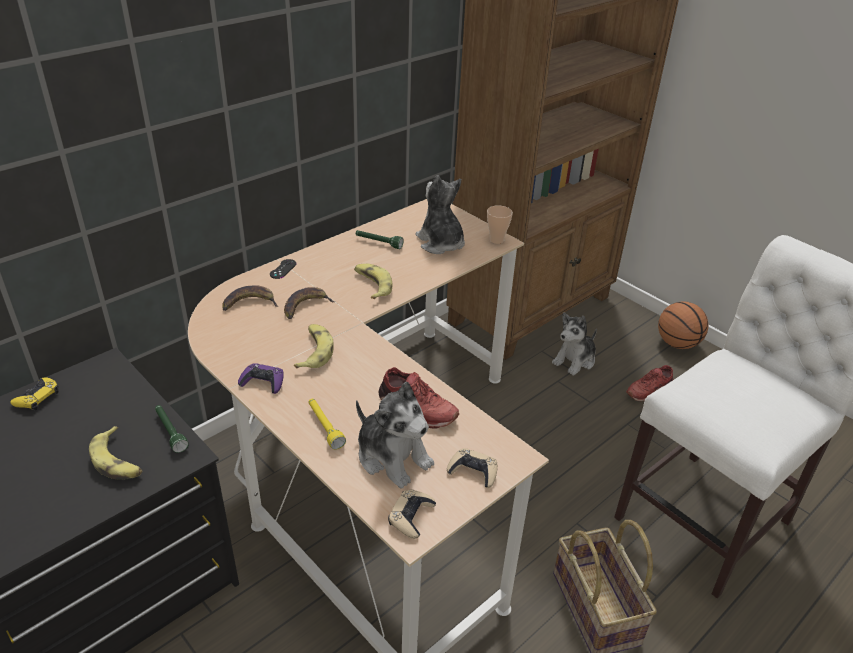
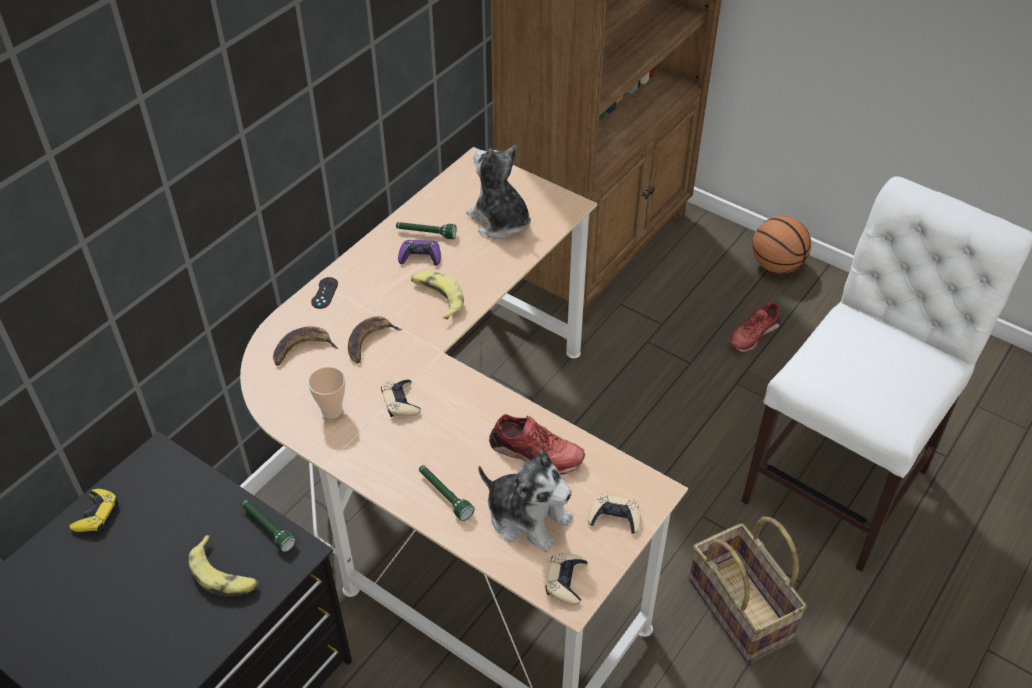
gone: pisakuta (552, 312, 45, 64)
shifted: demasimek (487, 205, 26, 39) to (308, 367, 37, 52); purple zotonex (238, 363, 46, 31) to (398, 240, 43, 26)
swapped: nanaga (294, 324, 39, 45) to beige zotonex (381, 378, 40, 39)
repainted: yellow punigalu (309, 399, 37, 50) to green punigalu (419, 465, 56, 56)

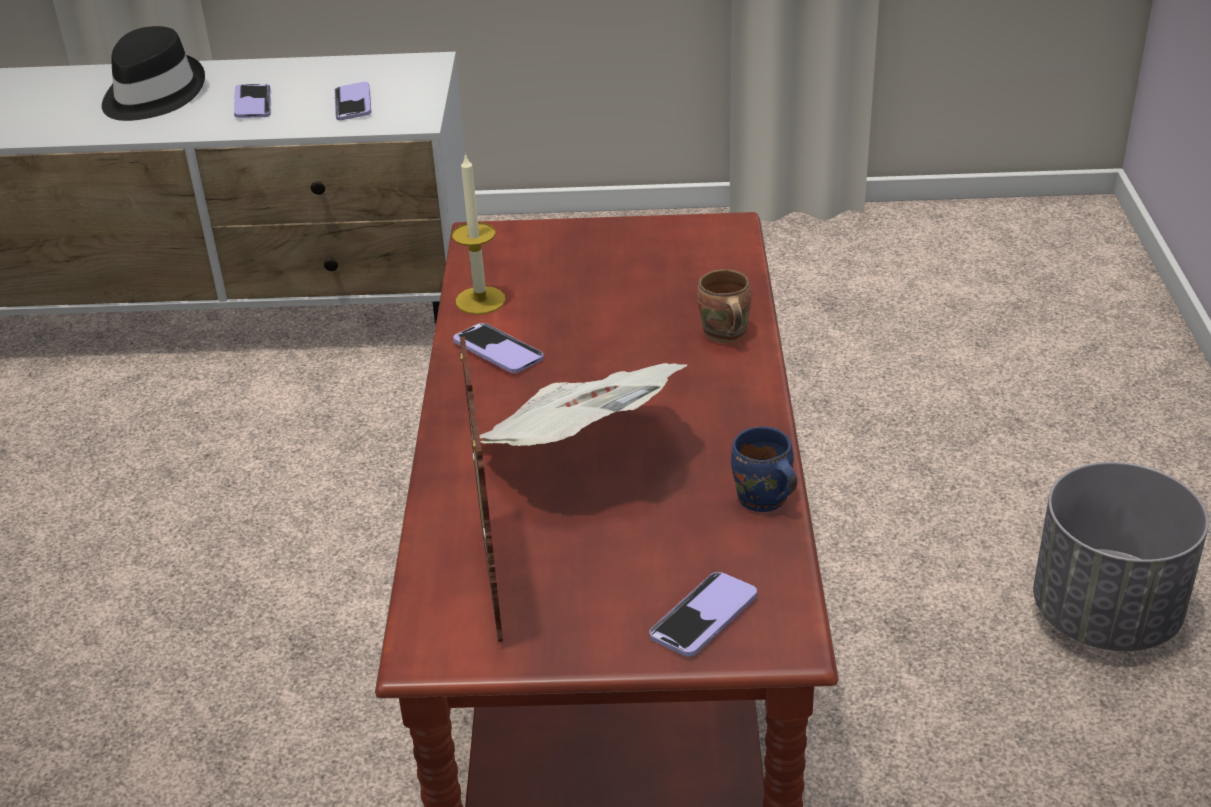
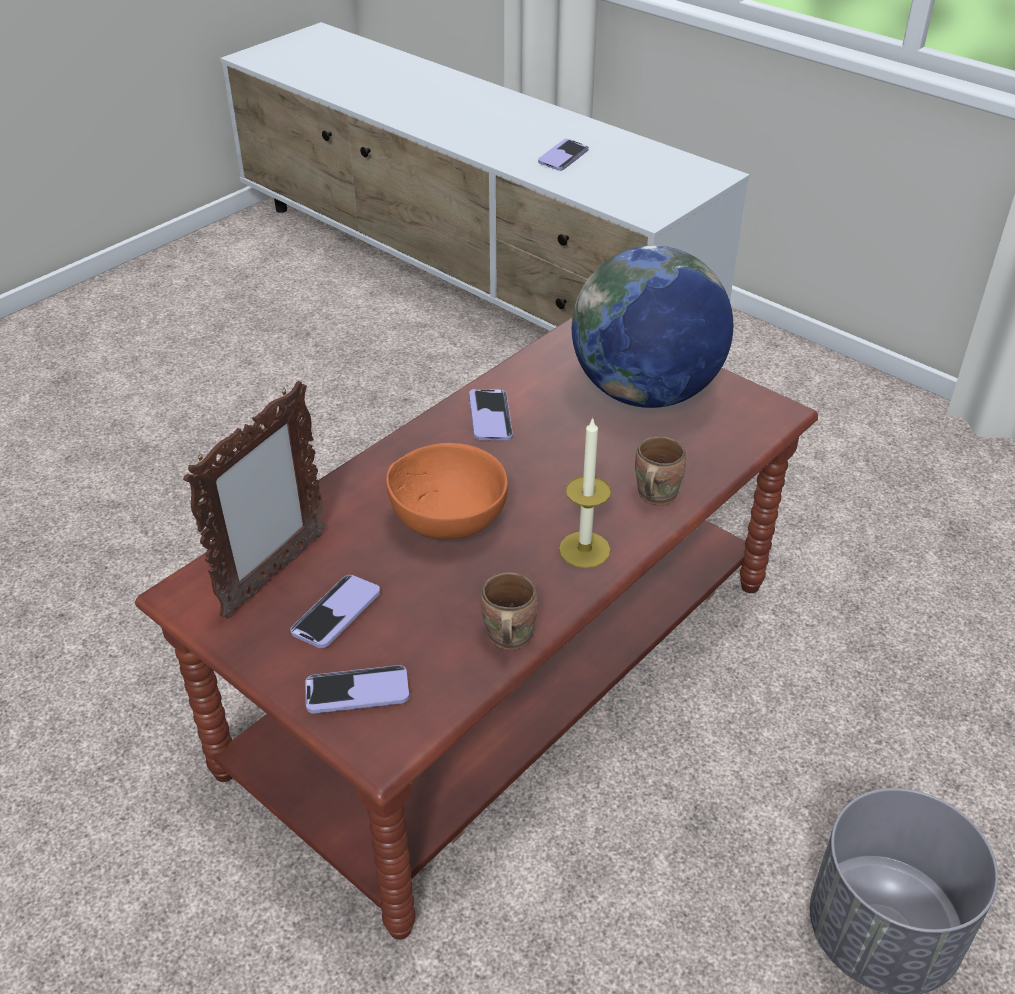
gone: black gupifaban (102, 26, 103, 95)
new: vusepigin (572, 246, 161, 162)
shifted: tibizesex (335, 82, 36, 38) to (290, 575, 90, 73); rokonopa (452, 153, 54, 162) to (559, 418, 52, 150)
swapped: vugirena (480, 363, 207, 83) to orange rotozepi (386, 443, 122, 96)
repainted: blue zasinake (731, 426, 66, 86) to brown zasinake (481, 572, 57, 78)

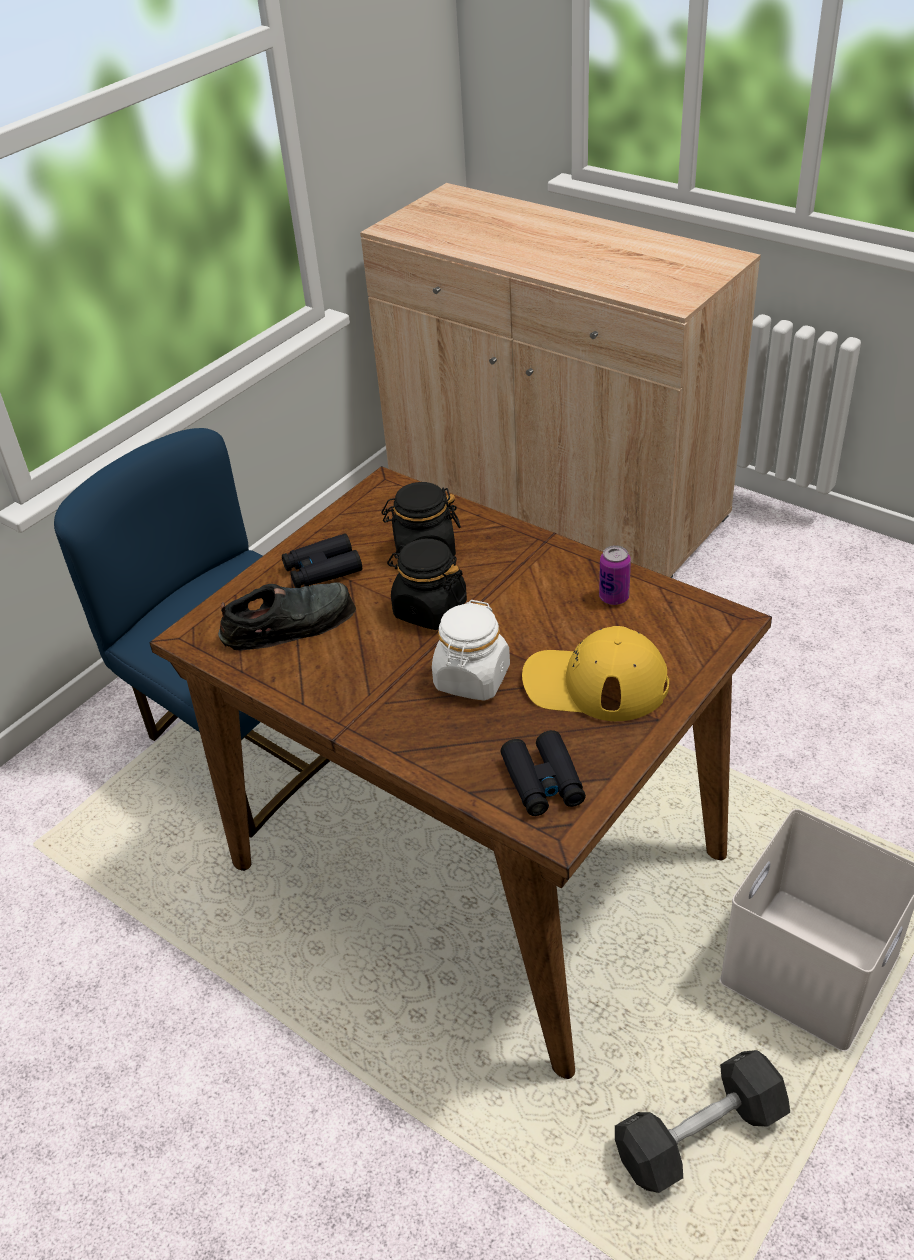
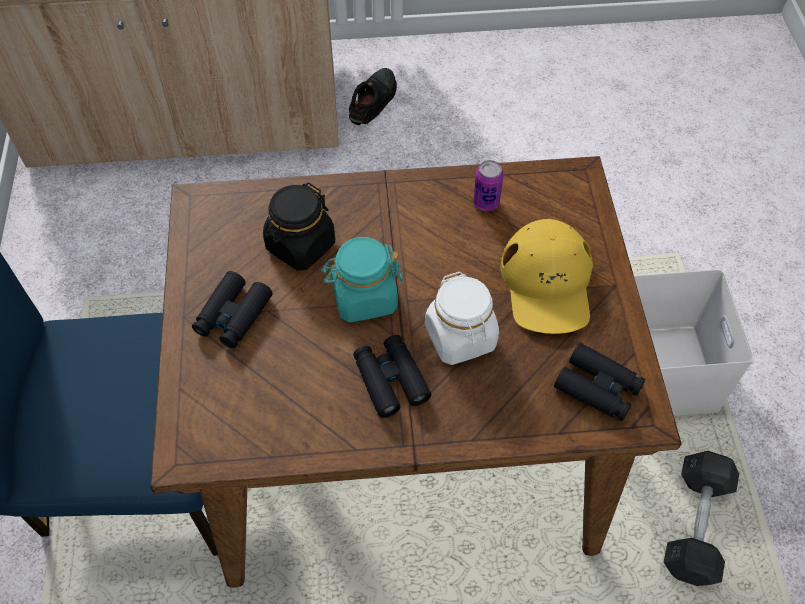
new: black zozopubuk (353, 335, 78, 83)
shifted: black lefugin (218, 582, 138, 69) to (349, 68, 48, 57)
repainted: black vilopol (387, 539, 80, 91) to turquoise vilopol (321, 237, 82, 85)
rotated: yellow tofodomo (522, 626, 147, 95) = (501, 219, 92, 115) 60 degrees counterclockwise

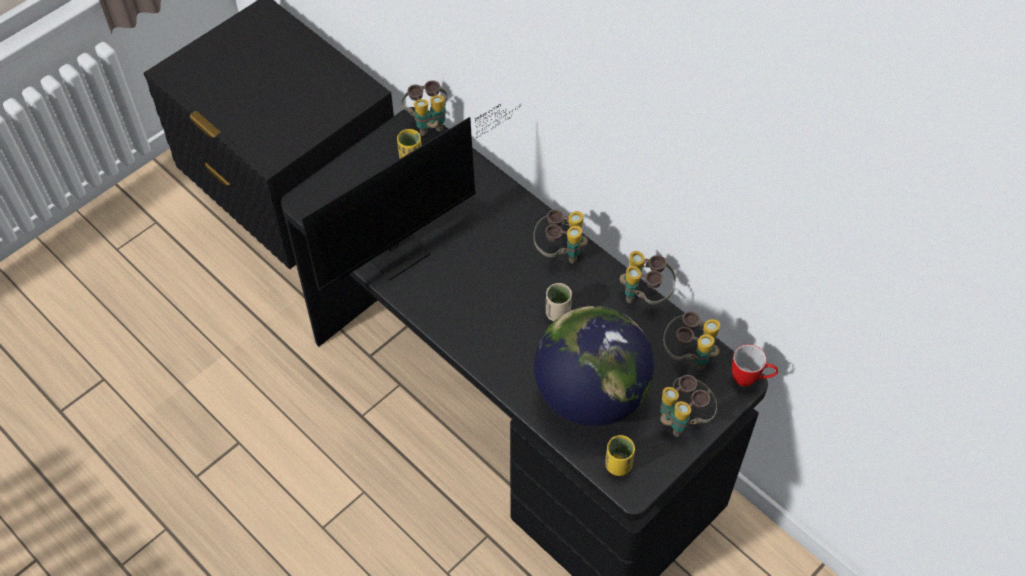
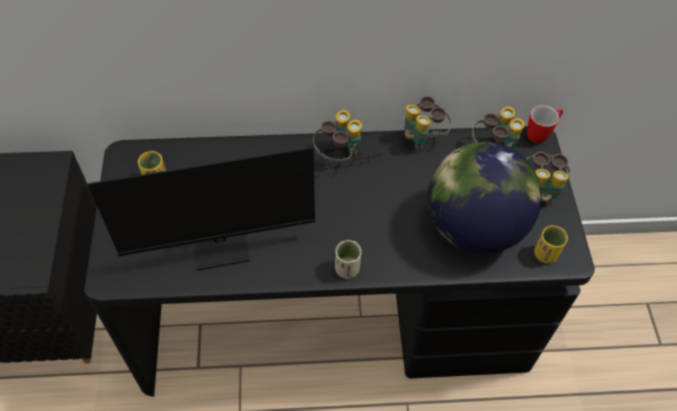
gone: zozopubuk (401, 80, 46, 56)
shifted: beige demasimek (546, 283, 26, 38) to (335, 240, 26, 38)
rotated: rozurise (301, 104, 221, 188) = (88, 146, 289, 124) 75 degrees clockwise

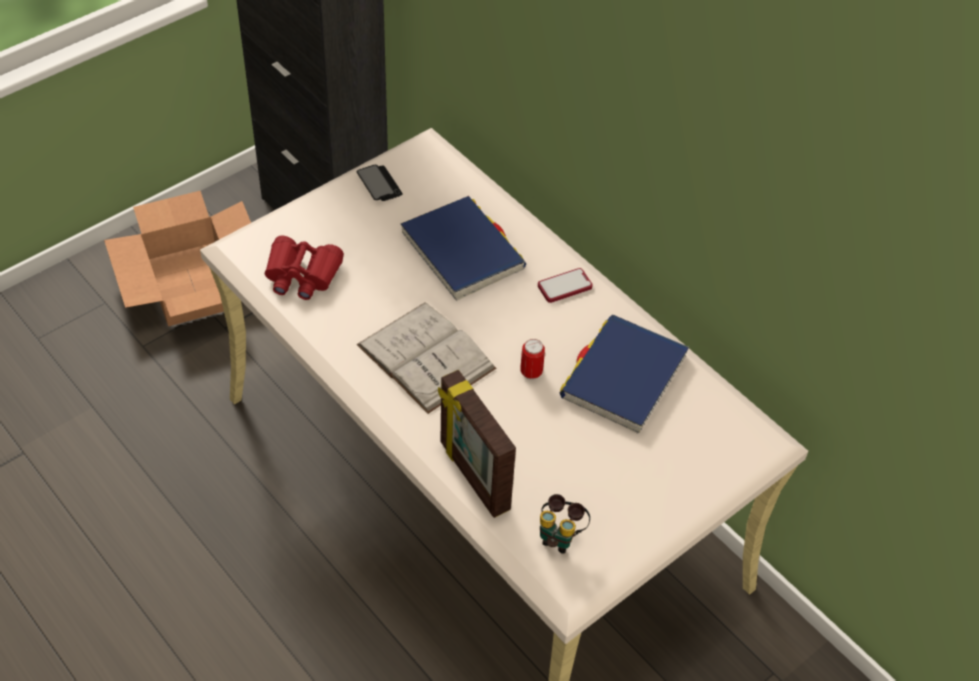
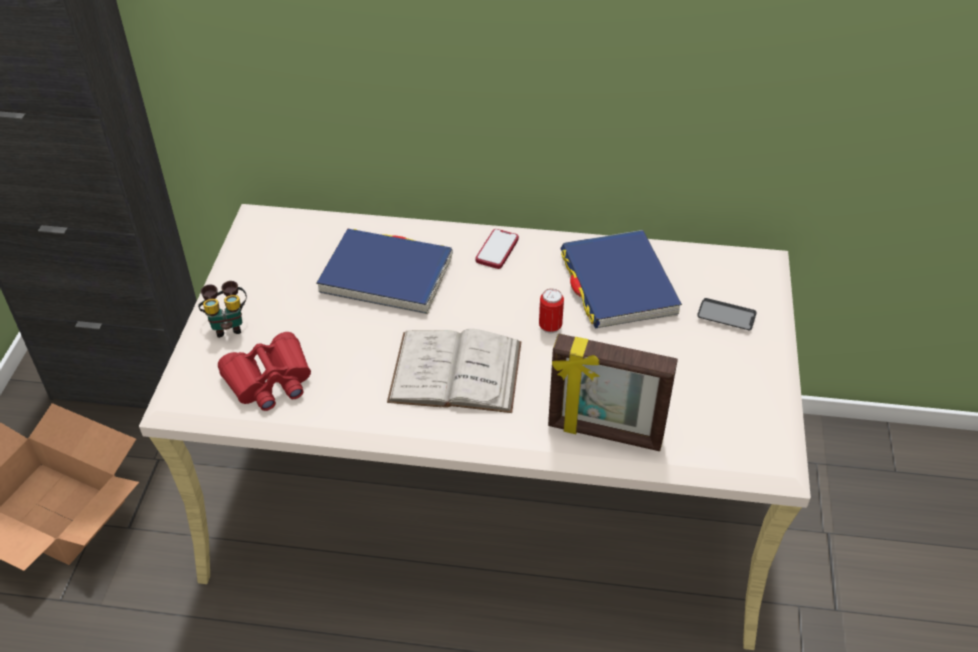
shifted: zozopubuk (540, 494, 50, 60) to (198, 281, 49, 57); tibizesex (356, 165, 47, 36) to (697, 298, 59, 32)

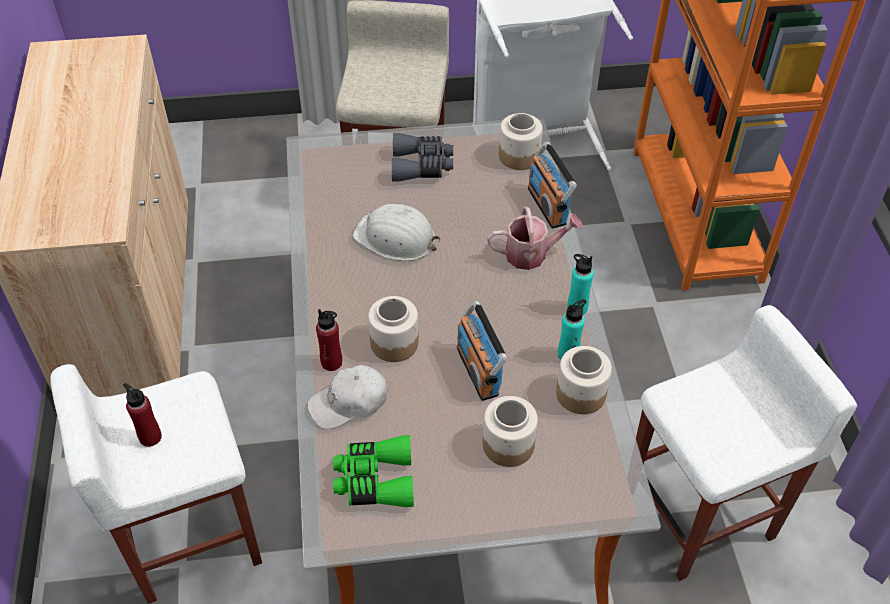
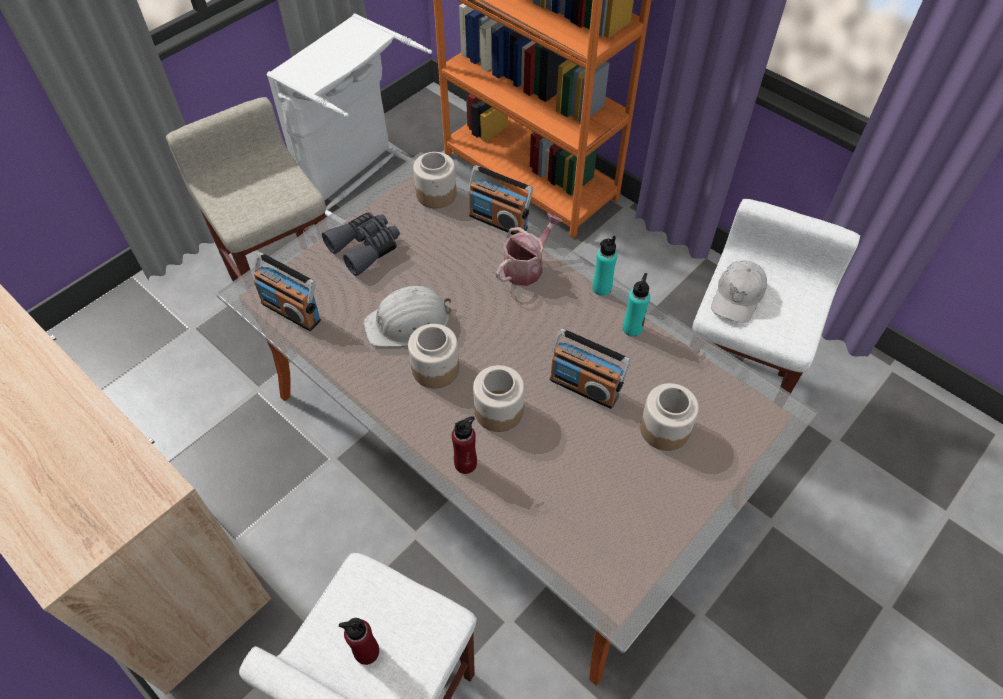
gone: green zozopubuk (333, 435, 81, 72)
new: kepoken (253, 253, 68, 78)
shifted: vilopol (556, 346, 56, 68) to (408, 324, 51, 64); white tofodomo (308, 365, 79, 64) to (711, 260, 56, 64)

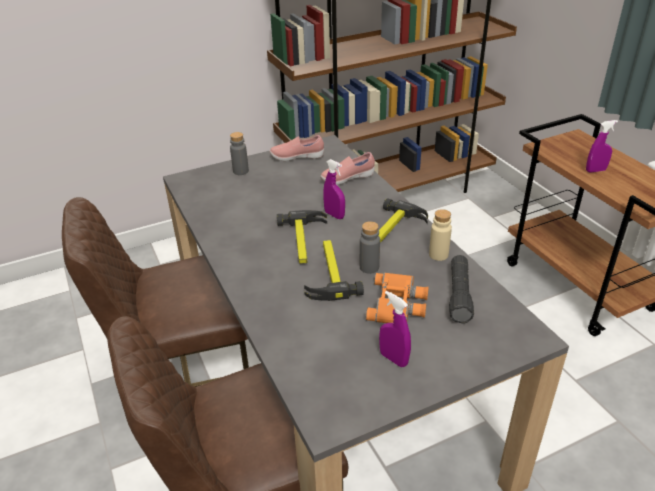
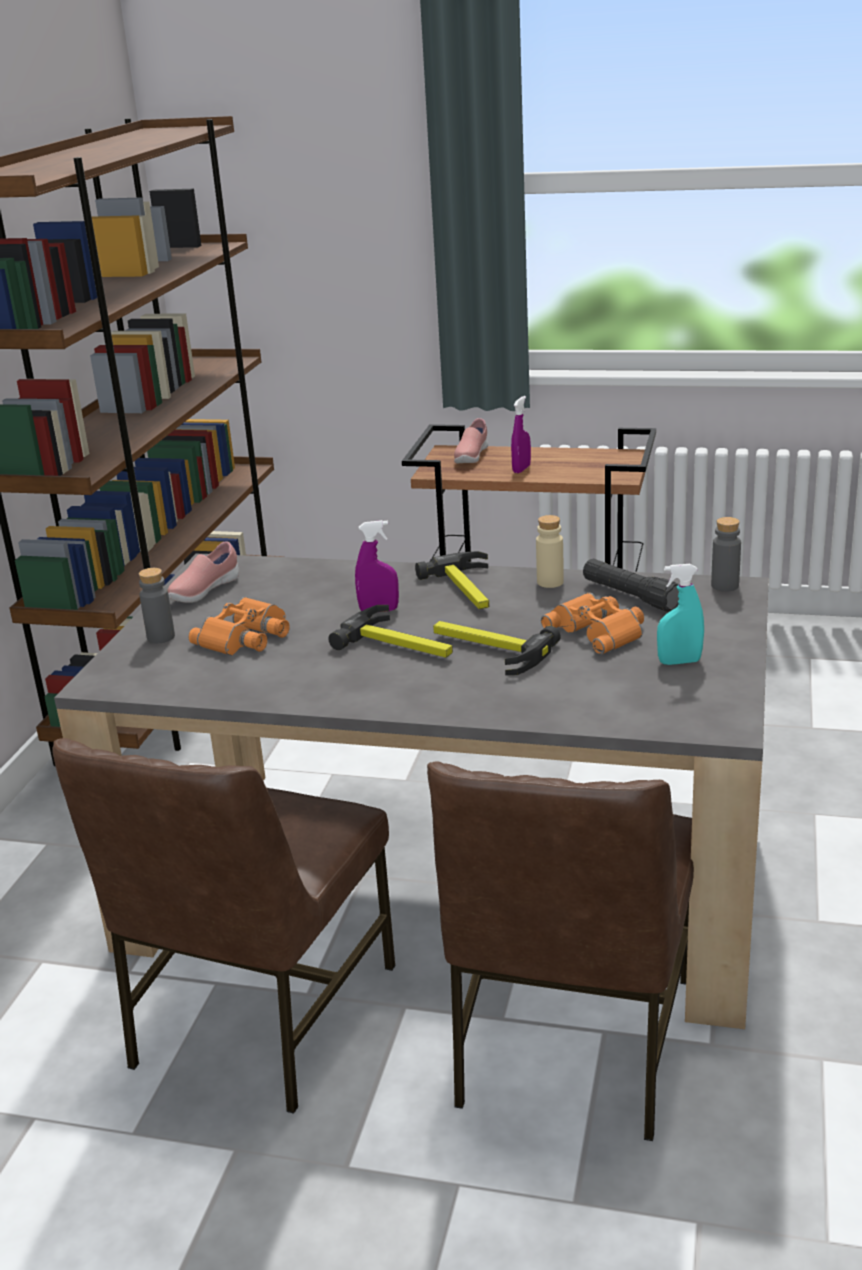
new: orange zozopubuk (188, 597, 102, 59)
shifted: pink lefugin (320, 152, 55, 33) to (454, 418, 34, 45); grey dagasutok (360, 221, 20, 53) to (711, 517, 30, 75)
repainted: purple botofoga (379, 291, 32, 76) to turquoise botofoga (657, 564, 47, 101)

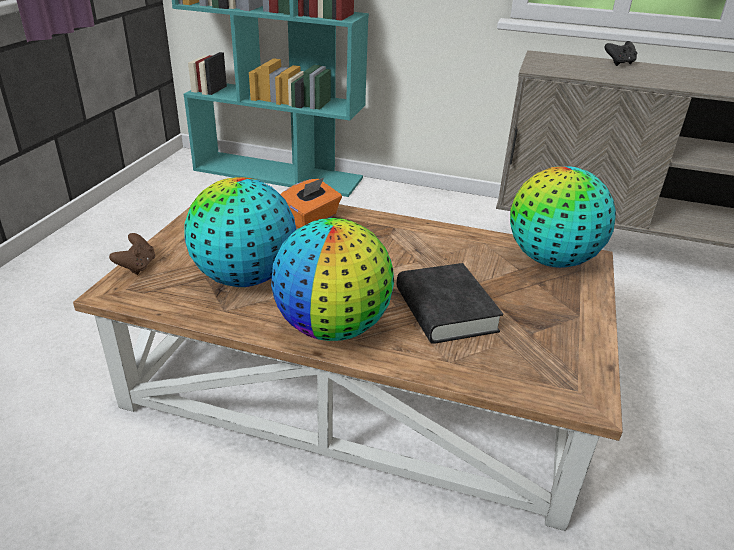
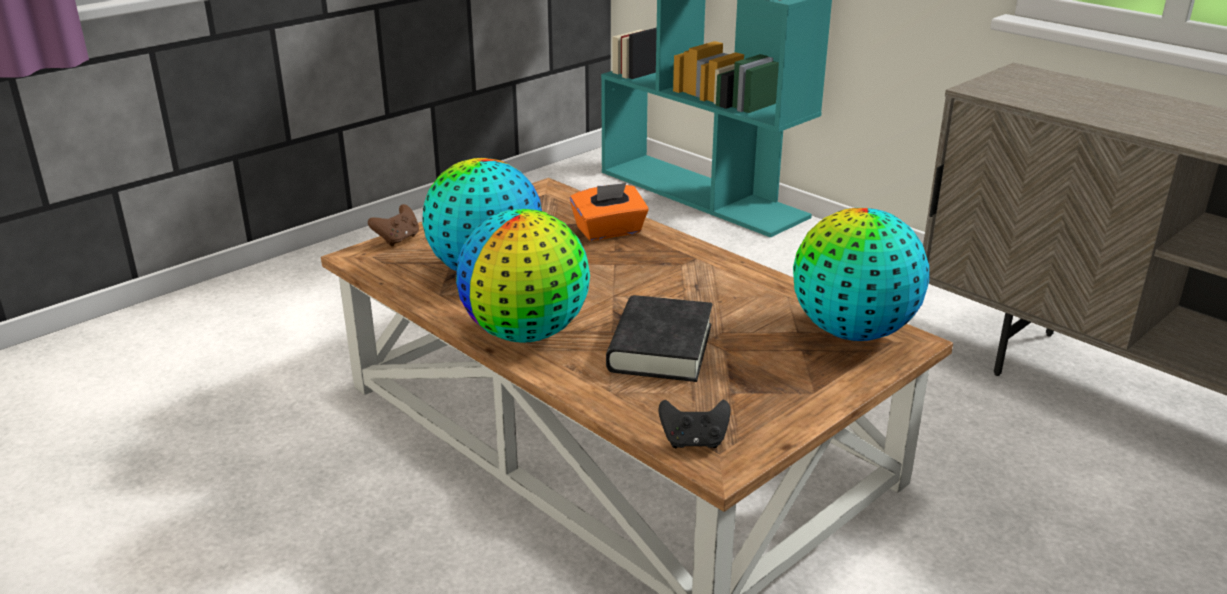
shifted: black zotonex (604, 41, 33, 25) to (659, 400, 72, 48)

